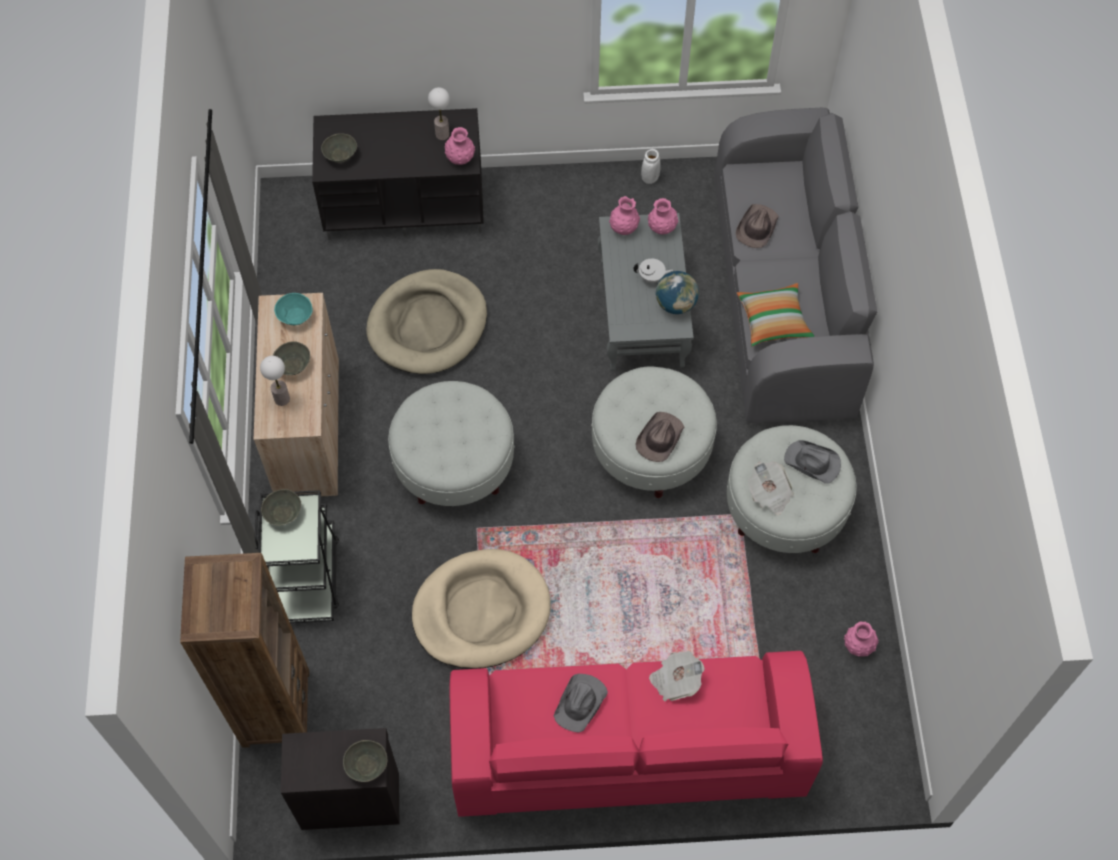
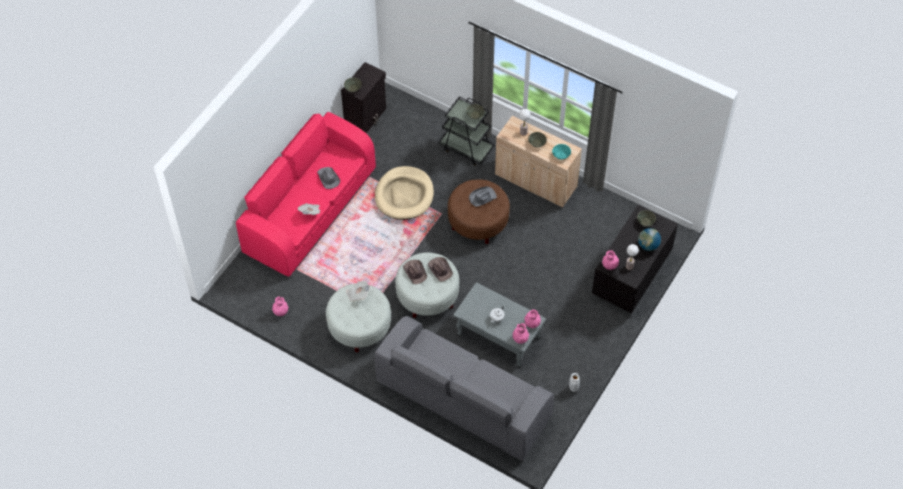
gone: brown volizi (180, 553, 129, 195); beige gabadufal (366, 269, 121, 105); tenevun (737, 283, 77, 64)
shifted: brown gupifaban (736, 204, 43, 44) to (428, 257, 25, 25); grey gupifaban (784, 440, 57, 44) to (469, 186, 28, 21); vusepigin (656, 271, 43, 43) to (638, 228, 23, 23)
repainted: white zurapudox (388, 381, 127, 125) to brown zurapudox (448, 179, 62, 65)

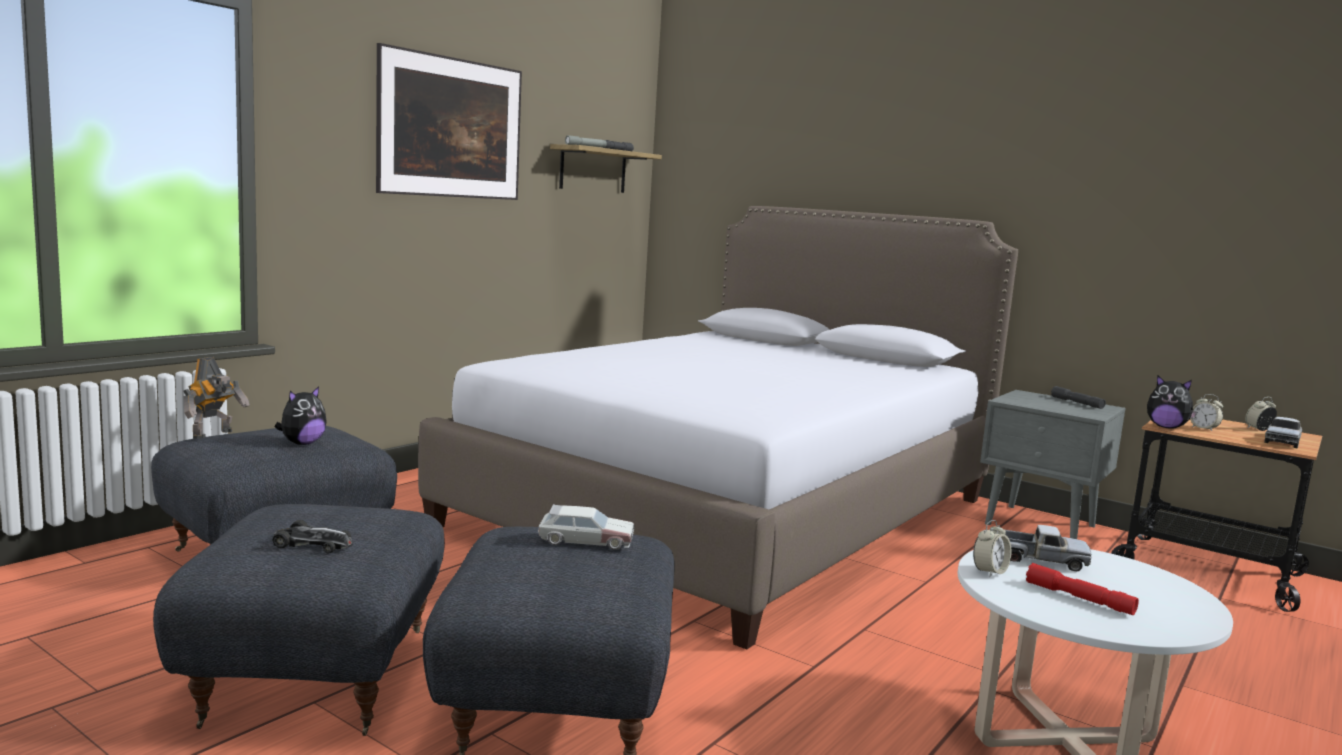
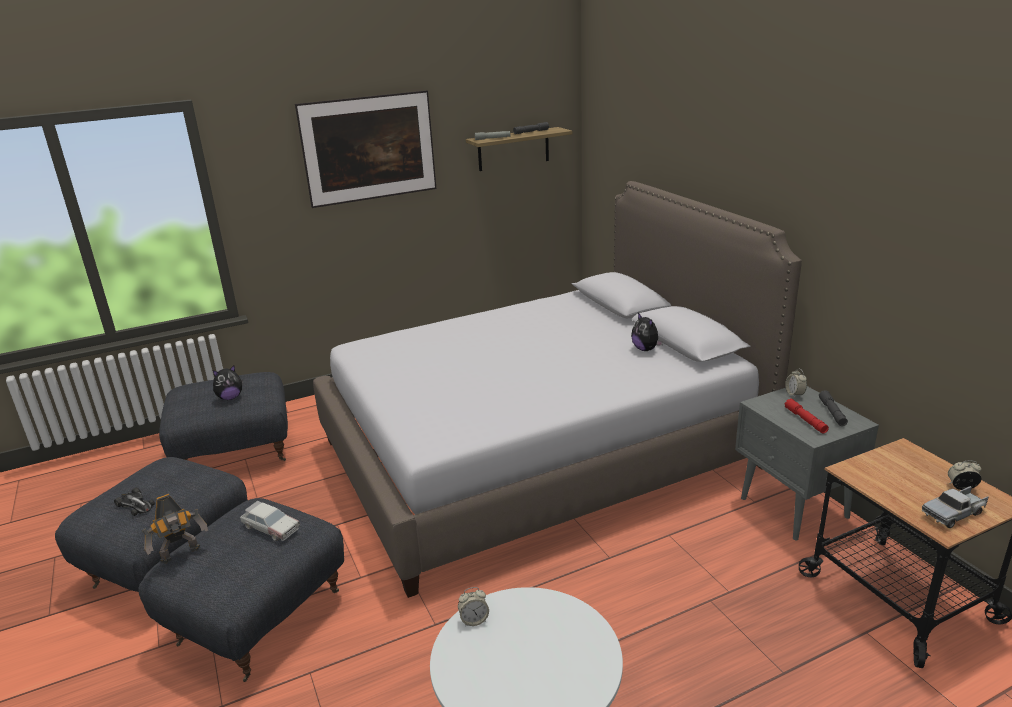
gone: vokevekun (1005, 525, 87, 46)
shifted: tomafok (183, 357, 67, 82) to (142, 494, 66, 69); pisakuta (1147, 376, 50, 53) to (631, 313, 32, 38); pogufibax (1190, 394, 33, 37) to (785, 368, 22, 29); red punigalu (1026, 563, 113, 52) to (785, 399, 44, 35)

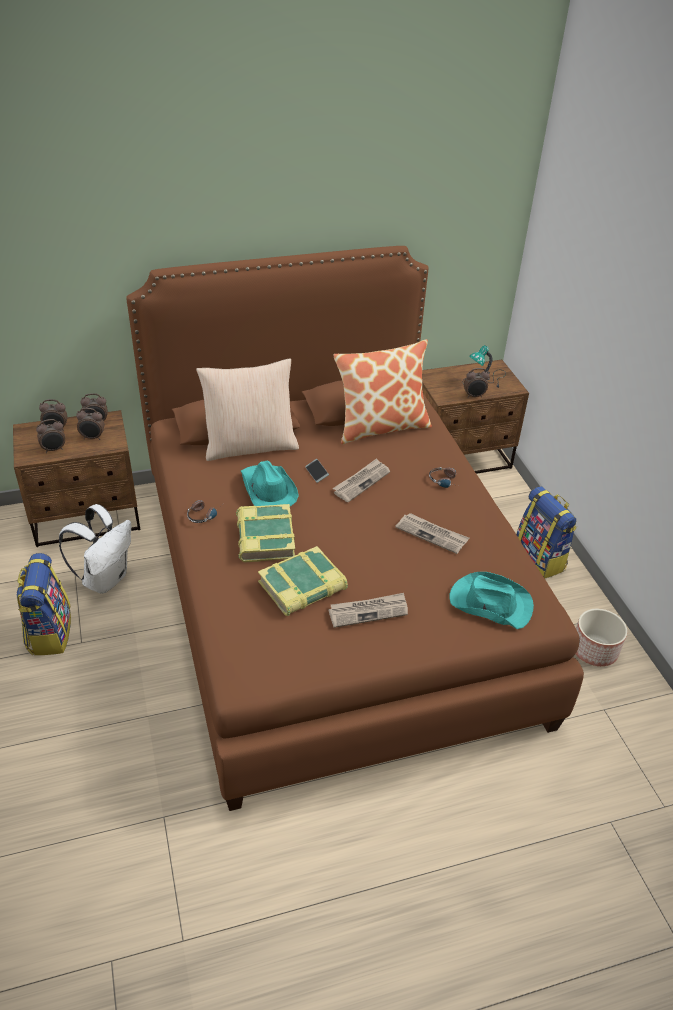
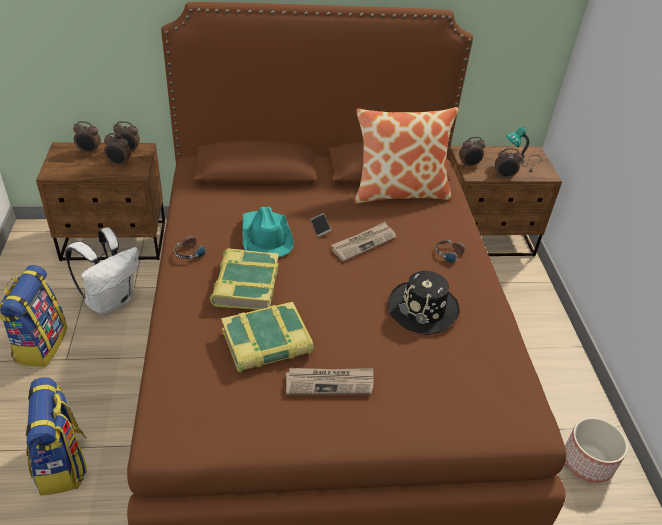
gone: beige tenevun (196, 358, 103, 103); turquoise gupifaban (450, 572, 84, 57)
shifted: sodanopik (516, 486, 61, 92) to (26, 377, 61, 119); pogufibax (36, 419, 29, 34) to (459, 137, 26, 30)
swapped: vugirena (395, 513, 74, 41) to black gupifaban (388, 271, 72, 64)

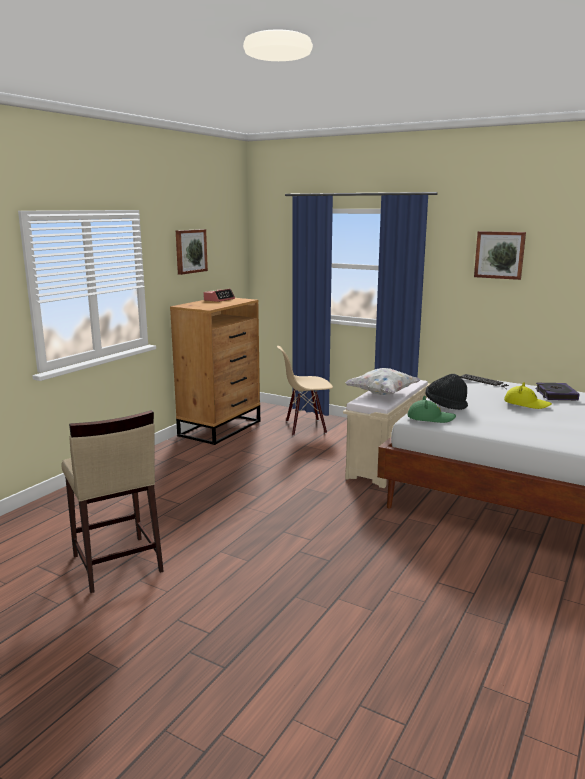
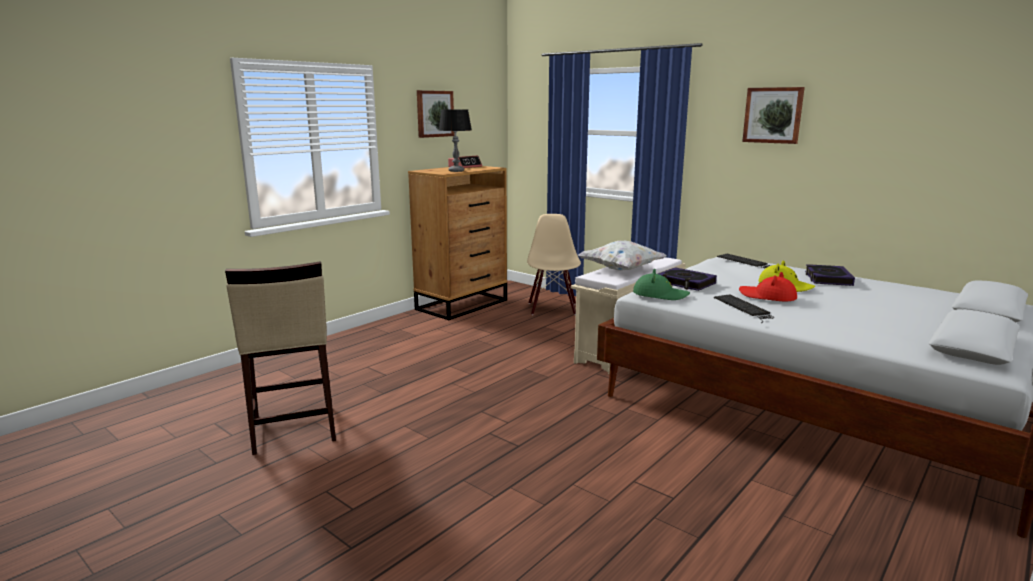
new: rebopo (439, 109, 33, 63); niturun (714, 294, 59, 29); red gupifaban (739, 272, 58, 29)
swapped: black gupifaban (425, 374, 43, 36) to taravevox (658, 267, 59, 24)
rotated: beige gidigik (277, 346, 56, 90) = (527, 214, 54, 101) 90 degrees clockwise

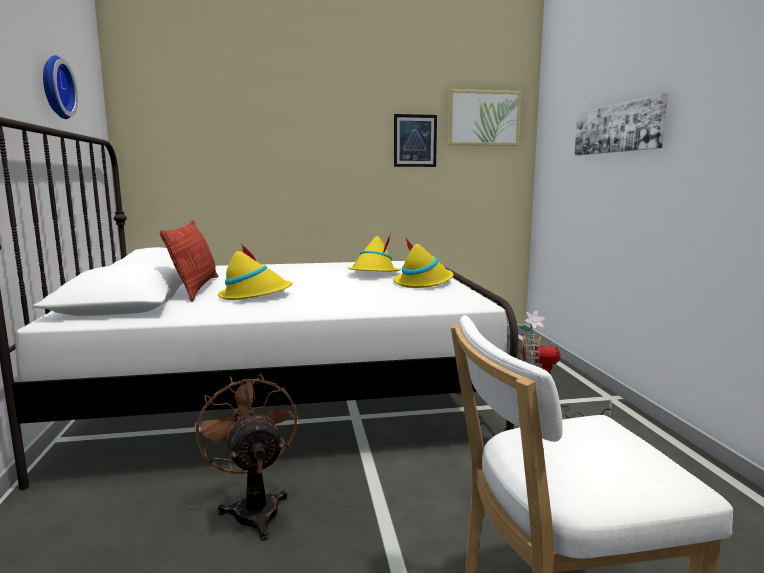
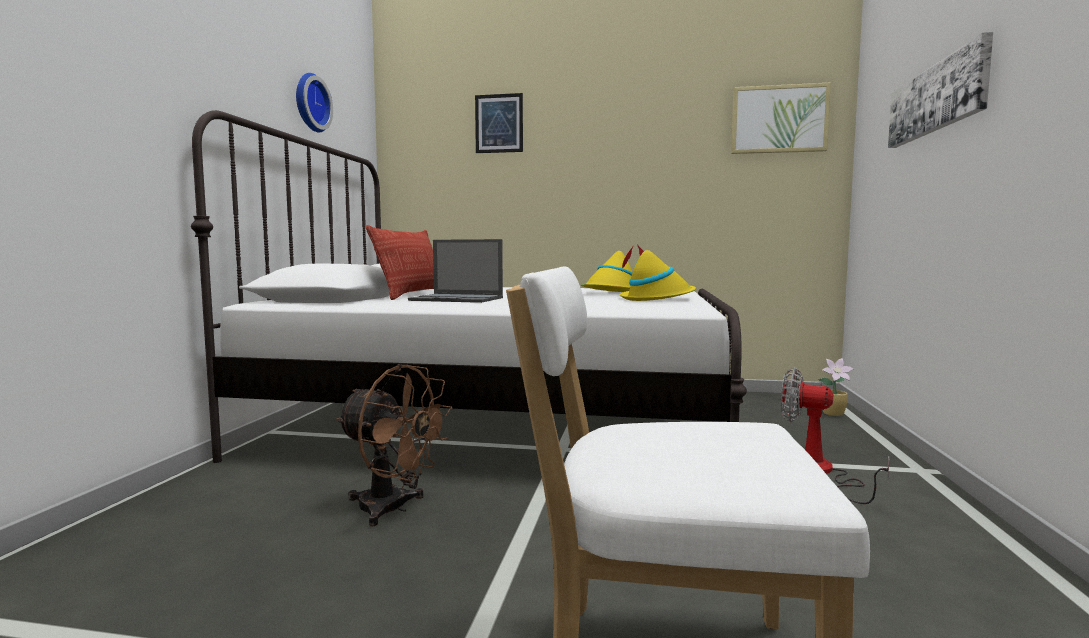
shifted: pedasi (394, 114, 43, 53) to (475, 93, 48, 60)
swapped: yellow gupifaban (218, 244, 74, 56) to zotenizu (408, 239, 95, 64)
rotated: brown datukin (195, 374, 103, 166) = (336, 364, 116, 162) 120 degrees clockwise

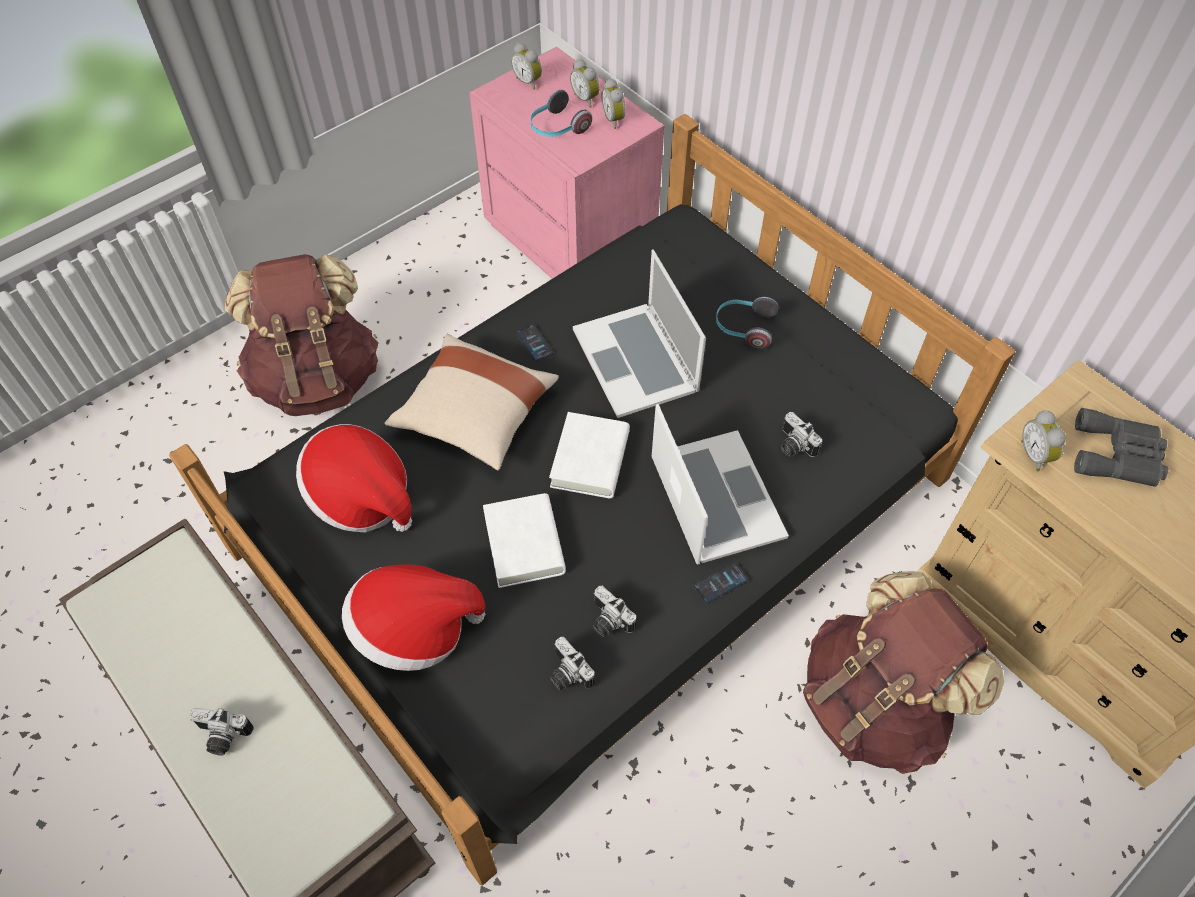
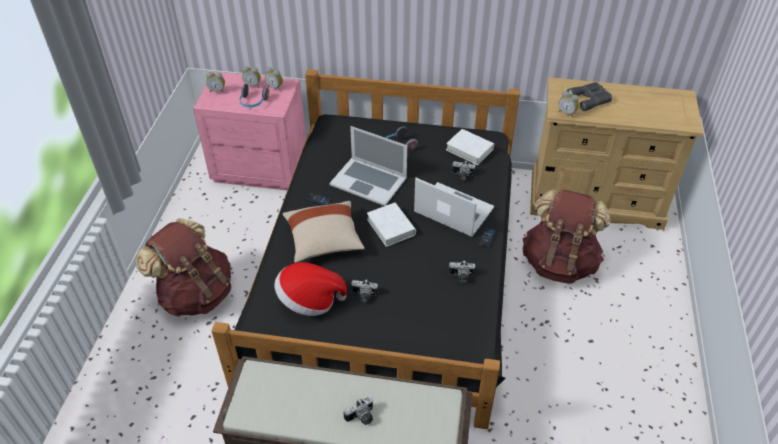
gone: gupifaban (342, 564, 143, 107)
shifted: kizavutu (550, 637, 45, 53) to (351, 279, 27, 23); white taravevox (483, 493, 83, 95) to (446, 129, 48, 36)

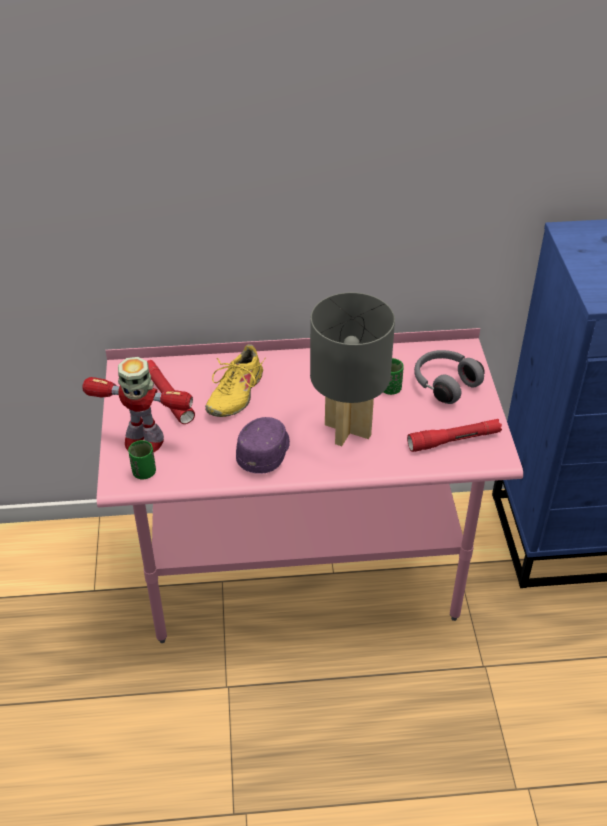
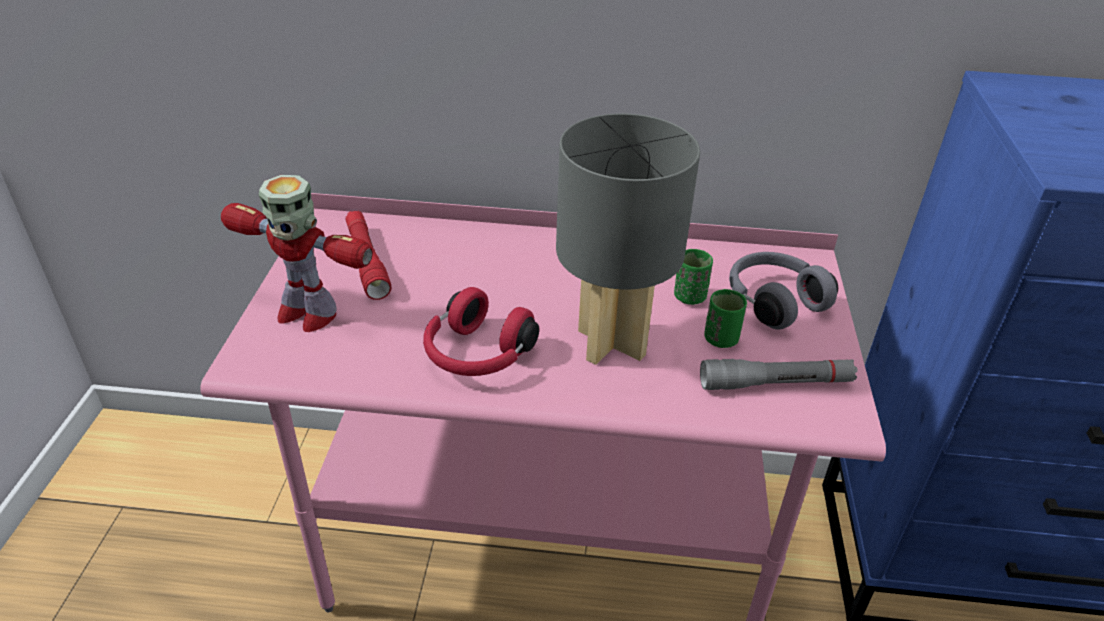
gone: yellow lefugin (205, 344, 61, 73)
shifted: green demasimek (128, 440, 28, 39) to (704, 289, 43, 59)
swapped: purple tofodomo (236, 417, 54, 57) to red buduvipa (423, 287, 116, 89)
repainted: red punigalu (407, 419, 95, 33) to grey punigalu (700, 359, 158, 31)

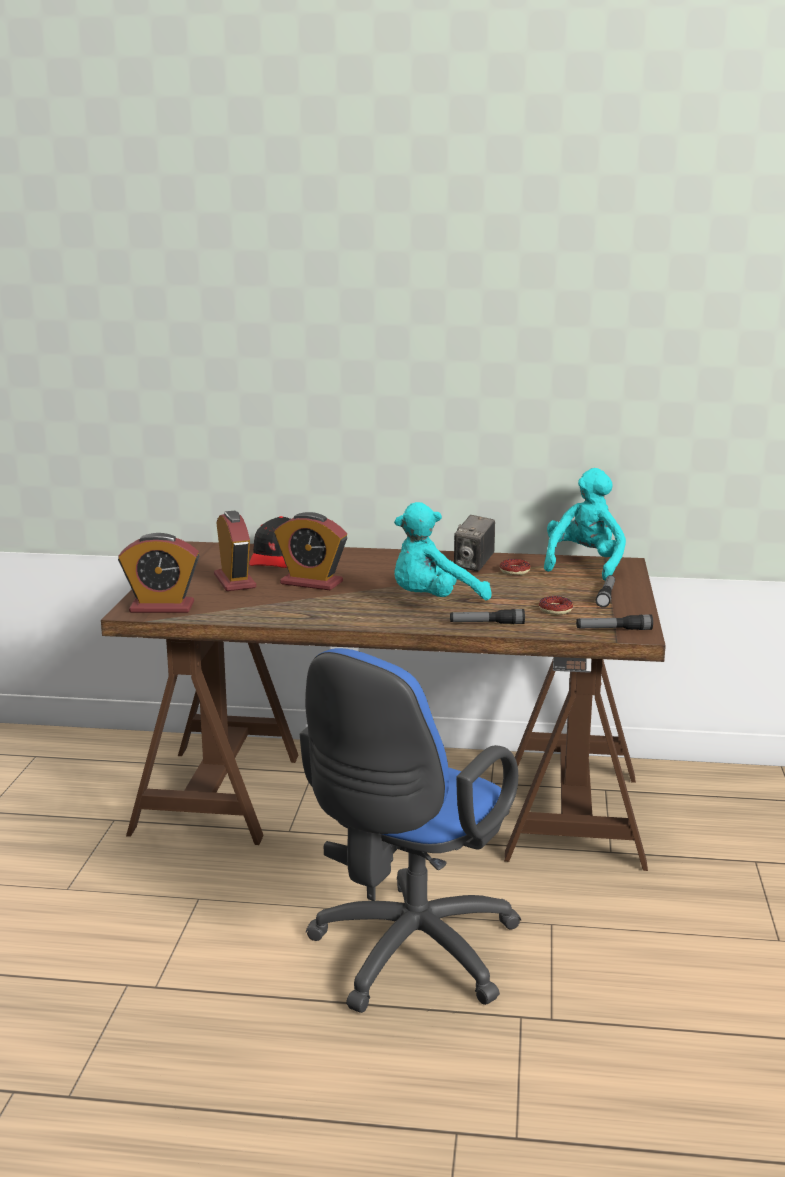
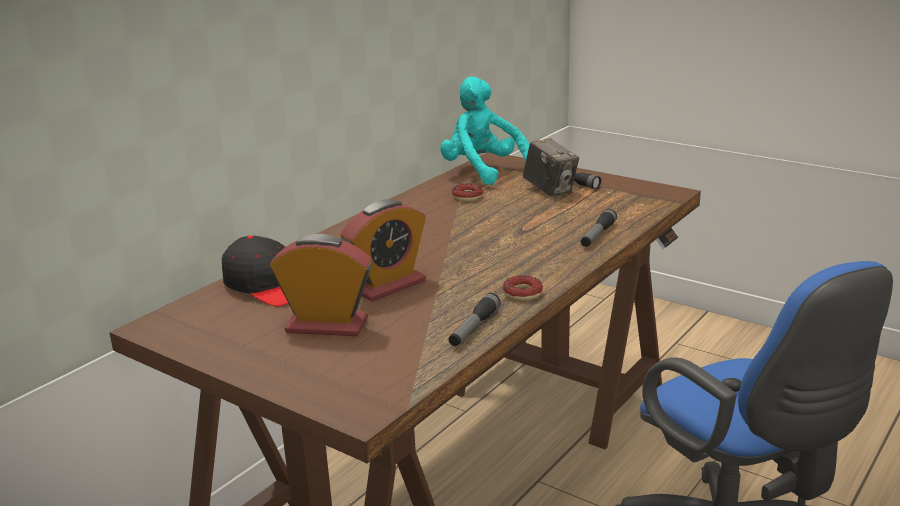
gone: pogufibax (118, 533, 81, 80); turquoise pisakuta (394, 502, 98, 98)
shifted: punigalu (576, 615, 77, 15) to (448, 293, 53, 53); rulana (539, 596, 34, 19) to (503, 275, 40, 26); kizavutu (454, 515, 41, 56) to (523, 139, 56, 57)

